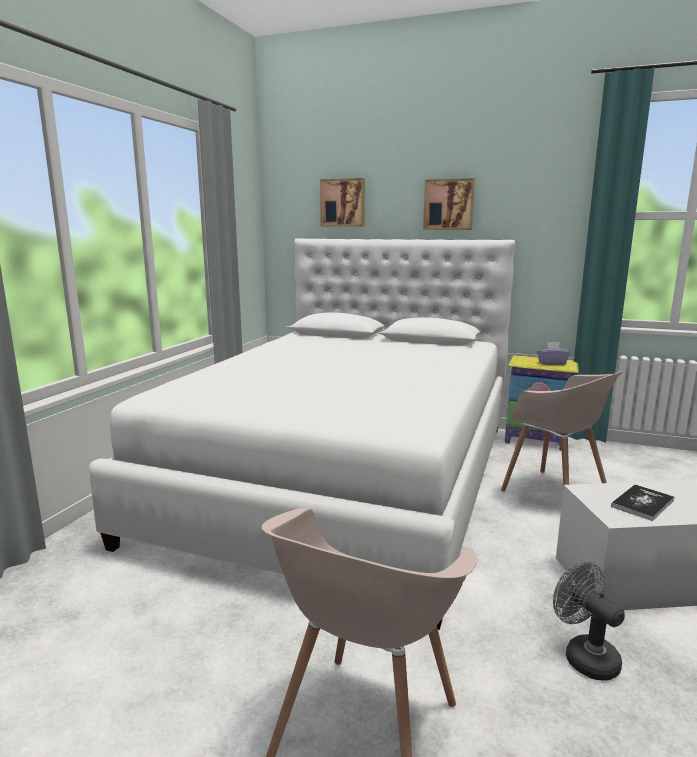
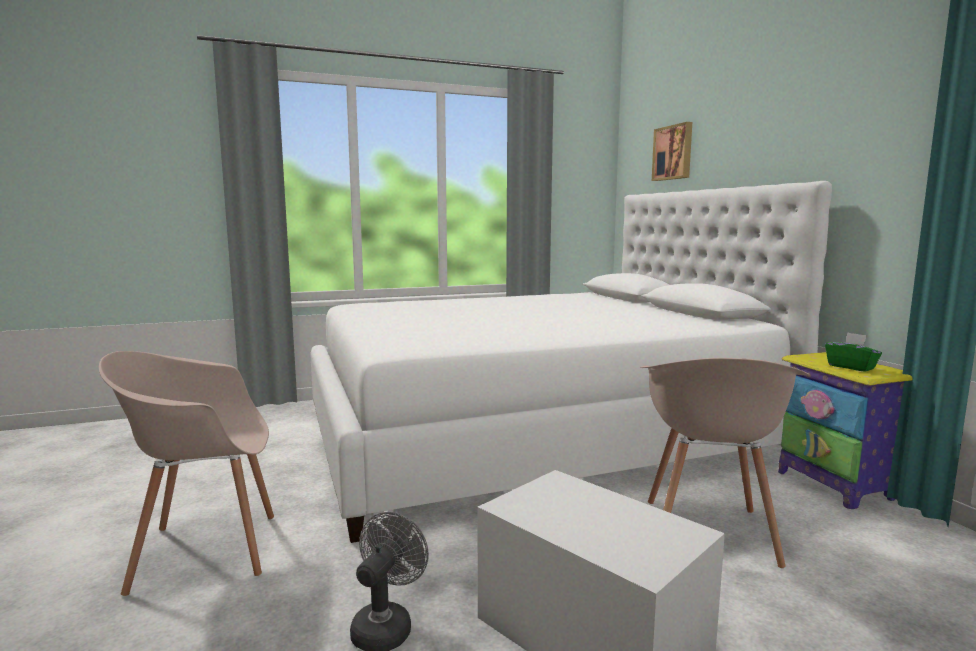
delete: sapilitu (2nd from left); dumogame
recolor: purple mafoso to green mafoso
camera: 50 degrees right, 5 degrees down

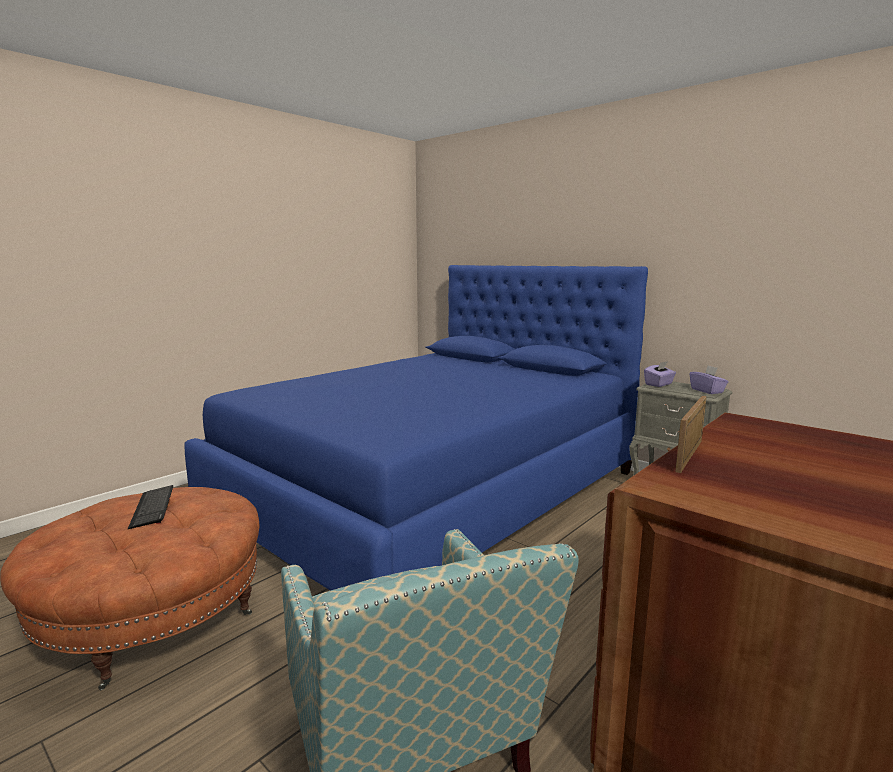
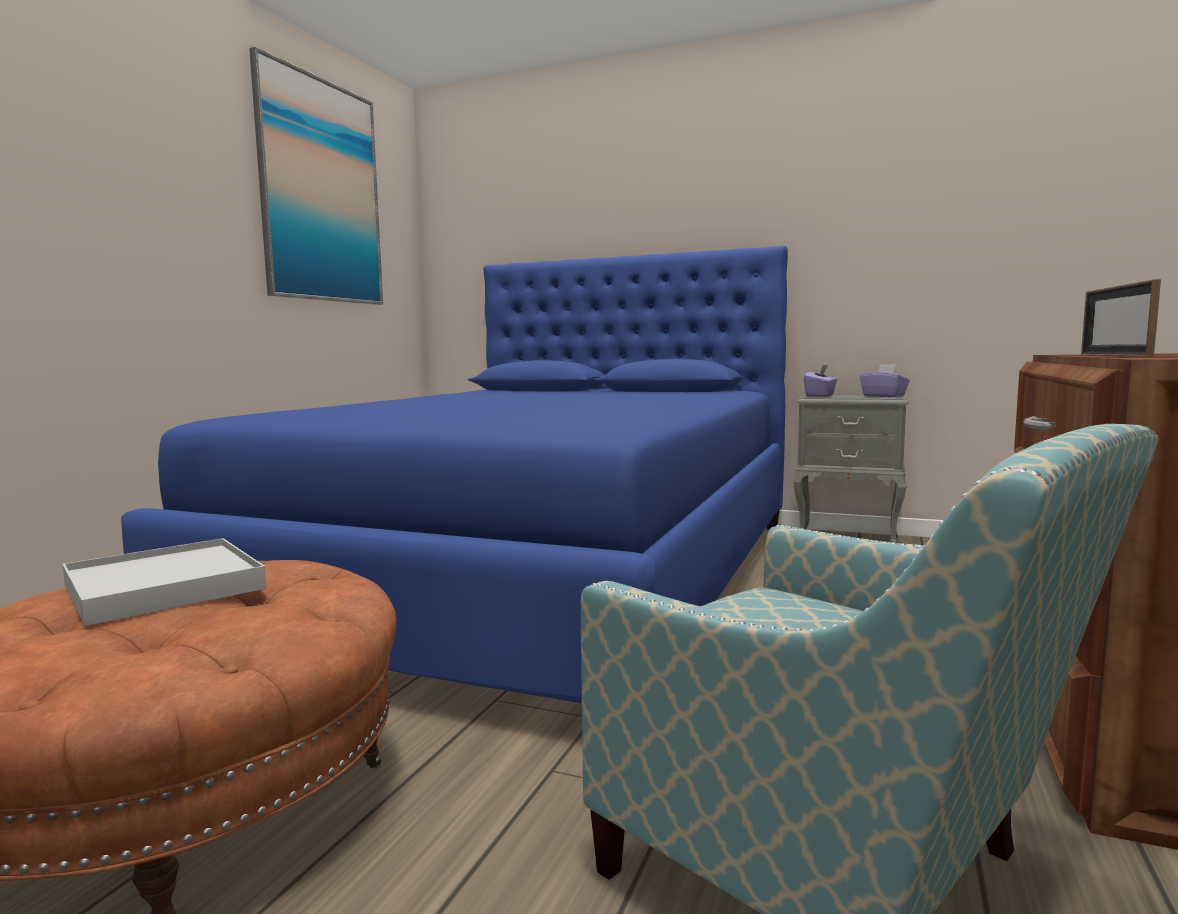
insert: sapilitu
replace: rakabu to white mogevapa
camera: 20 degrees left, 5 degrees down

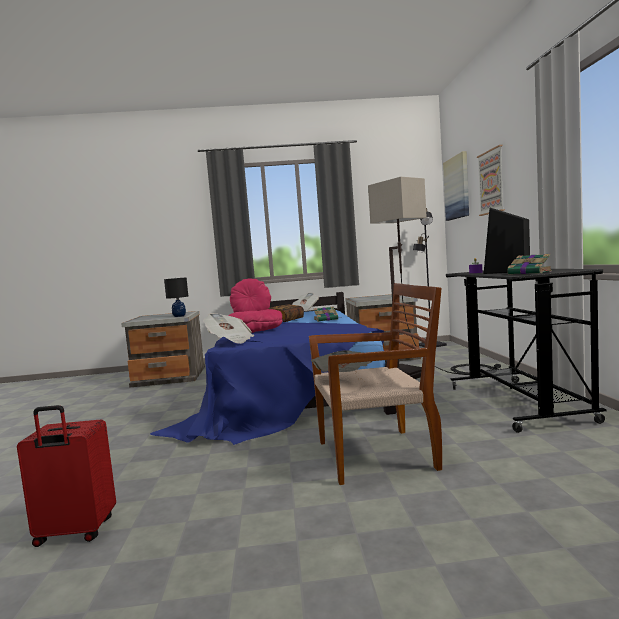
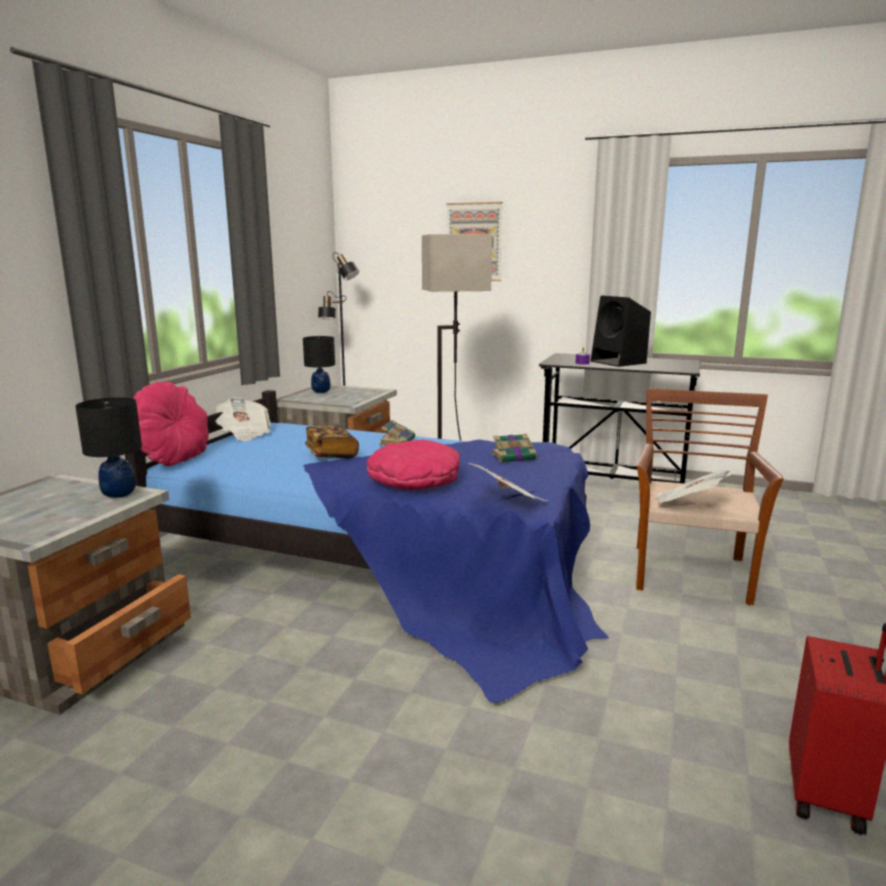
delete: sapilitu (1st from left)
insert: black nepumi (2nd from left)
move: dumogame (3rd from left)
camera: 65 degrees left, 10 degrees up

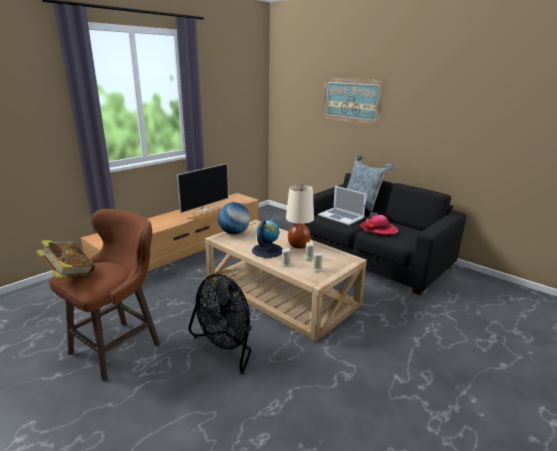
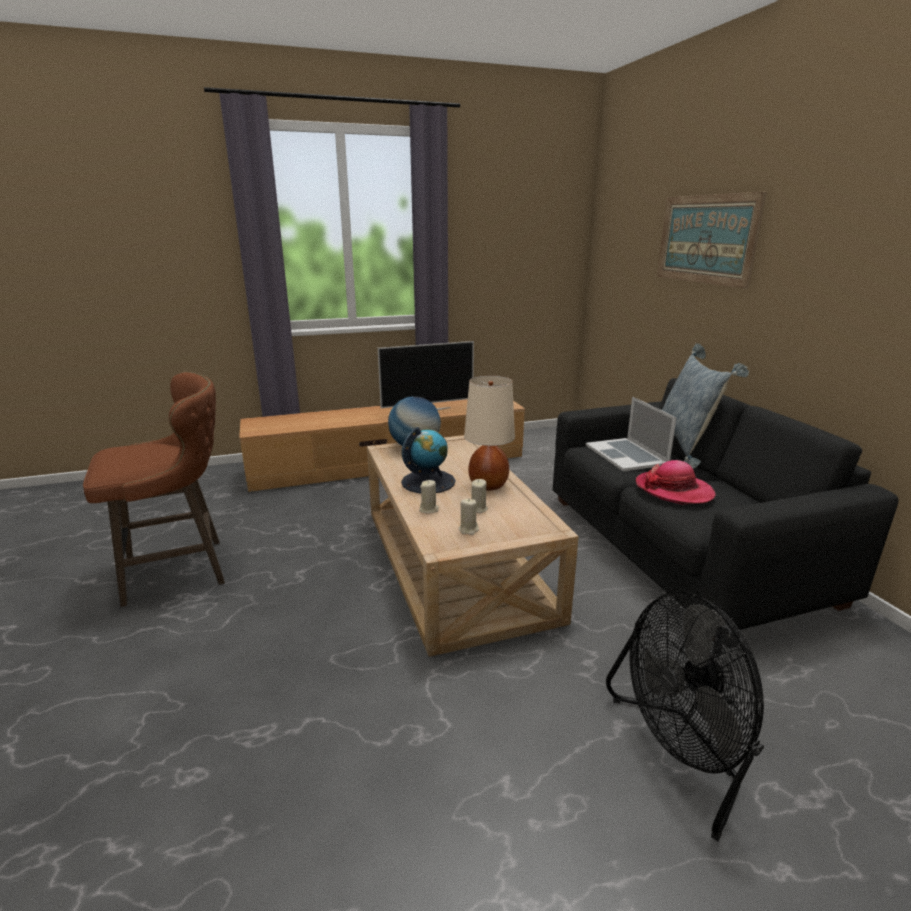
delete: dumogame
move: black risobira
camera: 30 degrees right, 0 degrees up

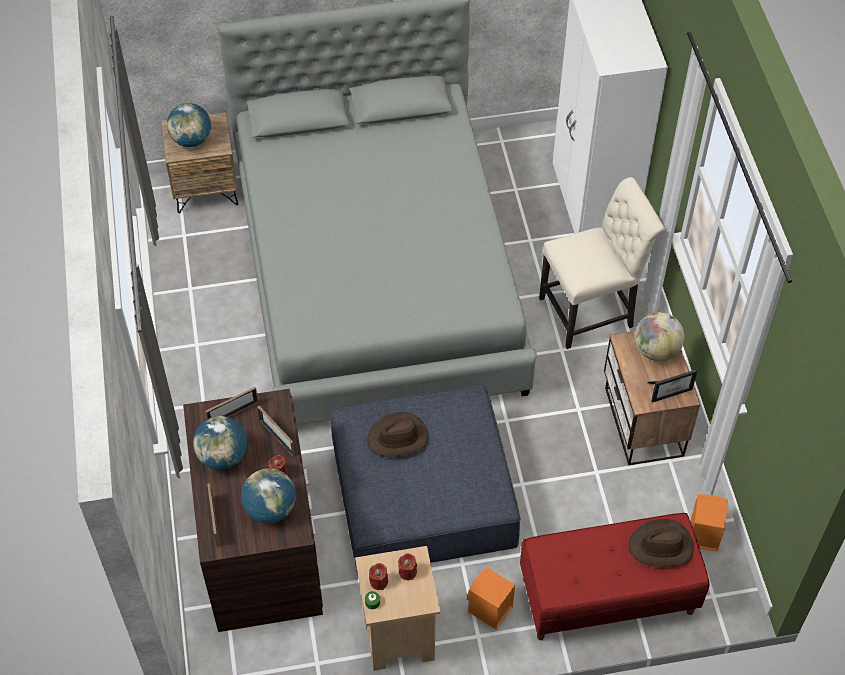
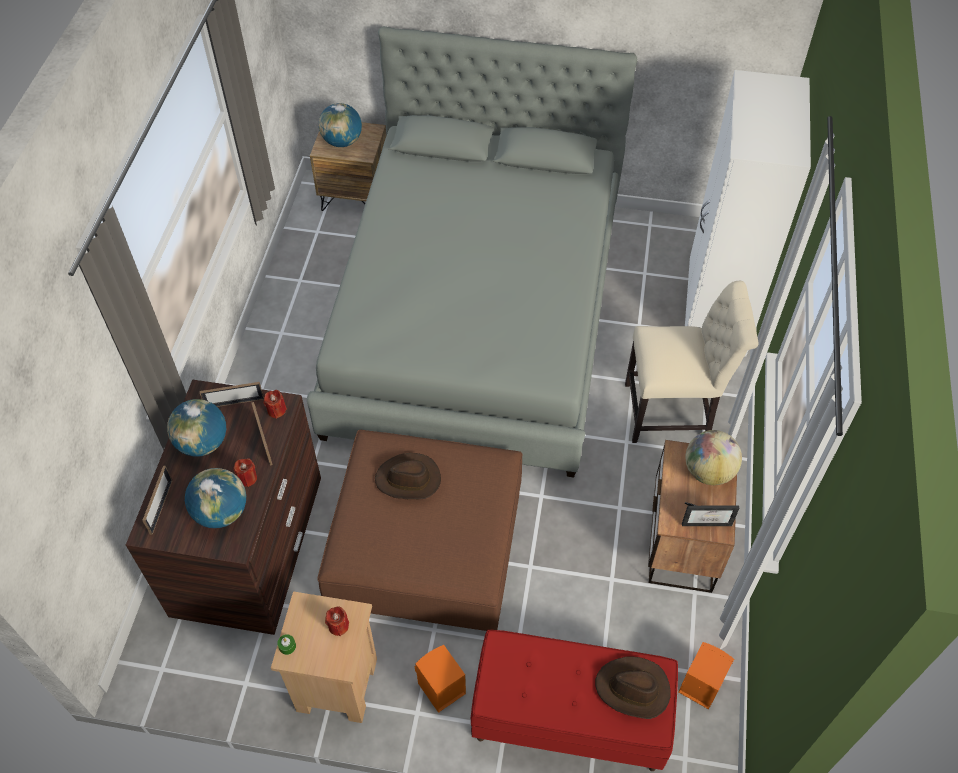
move: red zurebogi (2nd from left)
recolor: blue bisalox to brown bisalox
camera: 20 degrees right, 0 degrees up

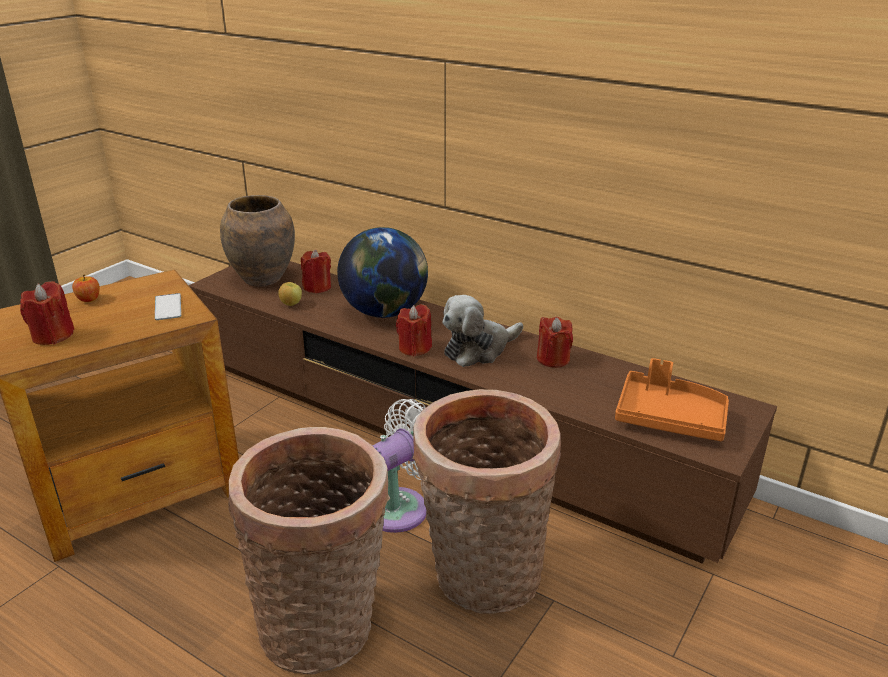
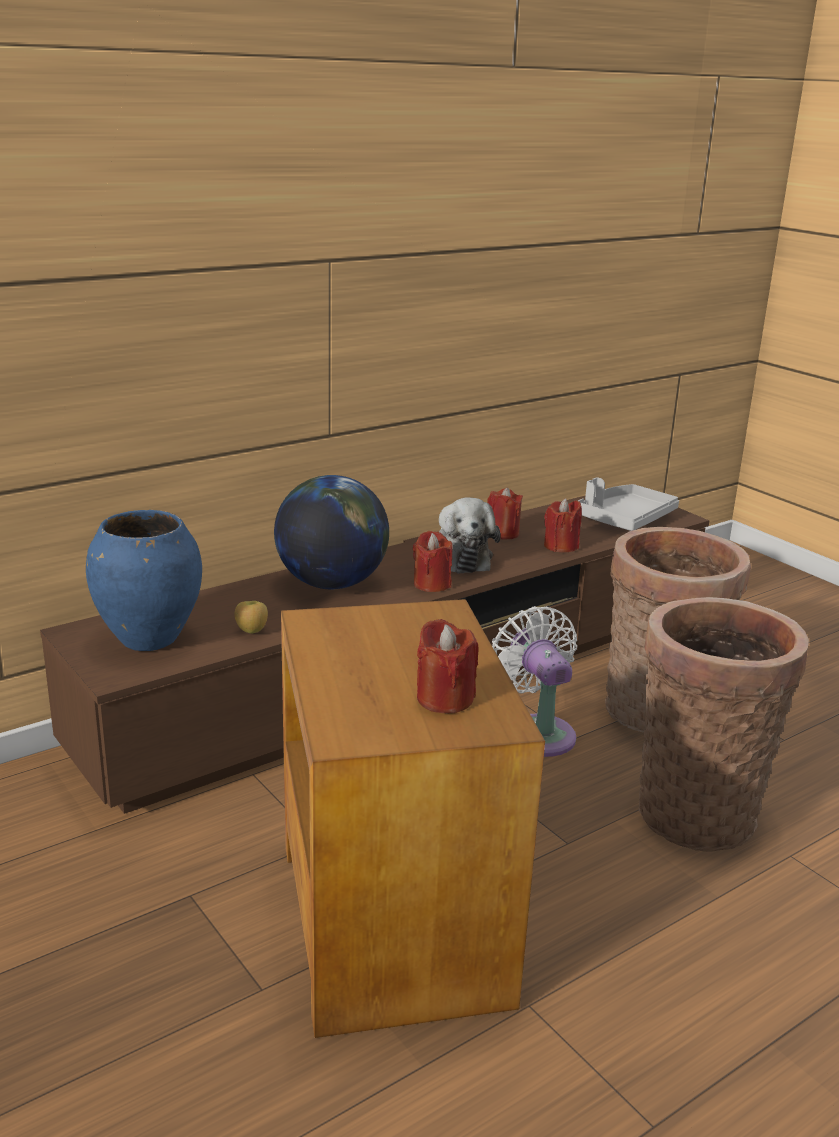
delete: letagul (1st from left); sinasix
move: red zurebogi (2nd from left in the first image) to red zurebogi (4th from left)
recolor: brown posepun to blue posepun; orange mogevapa to grey mogevapa
camera: 70 degrees left, 5 degrees down

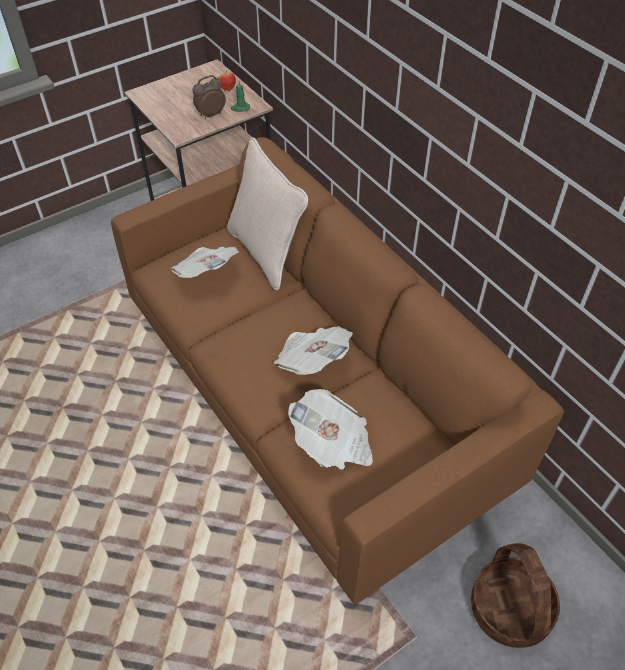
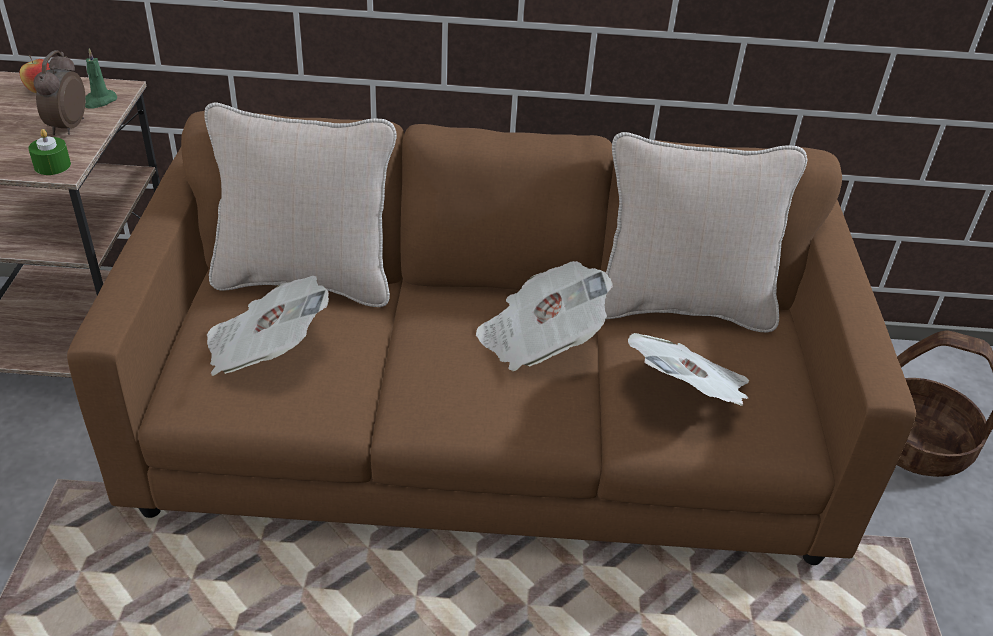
insert: green zurebogi (1st from left); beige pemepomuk (2nd from left)
camera: 55 degrees left, 10 degrees down

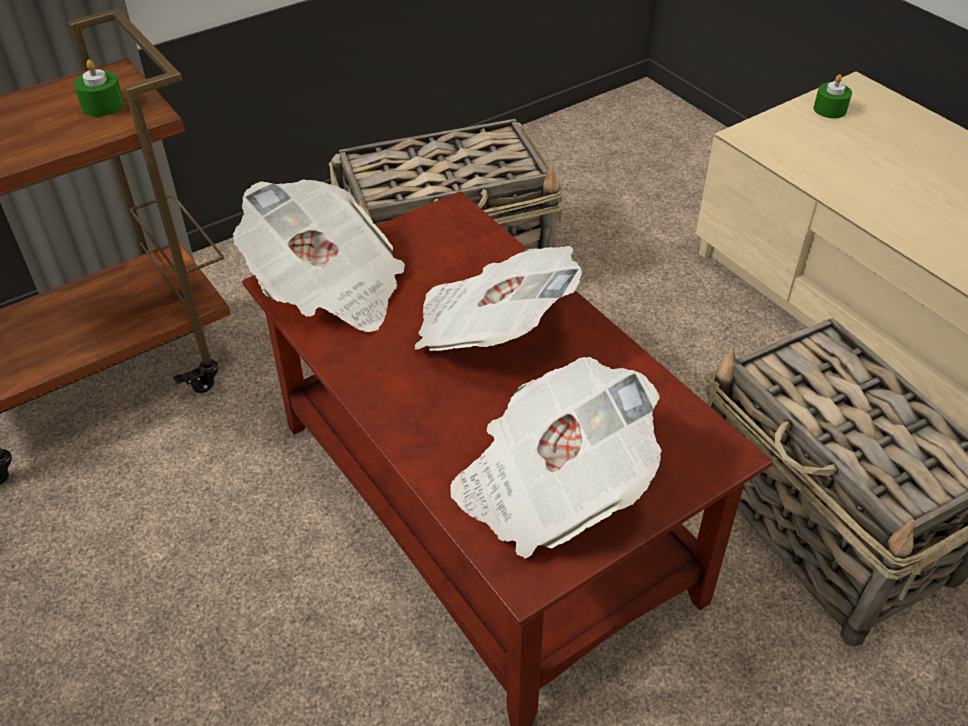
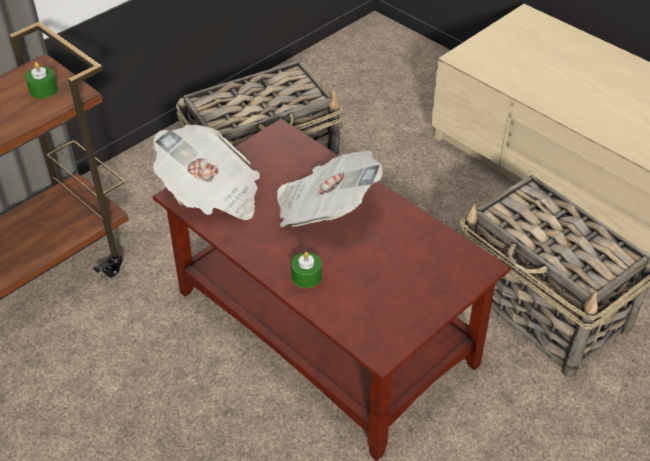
delete: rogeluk (3rd from left)
move: green zurebogi (2nd from left)
camera: 10 degrees left, 0 degrees up

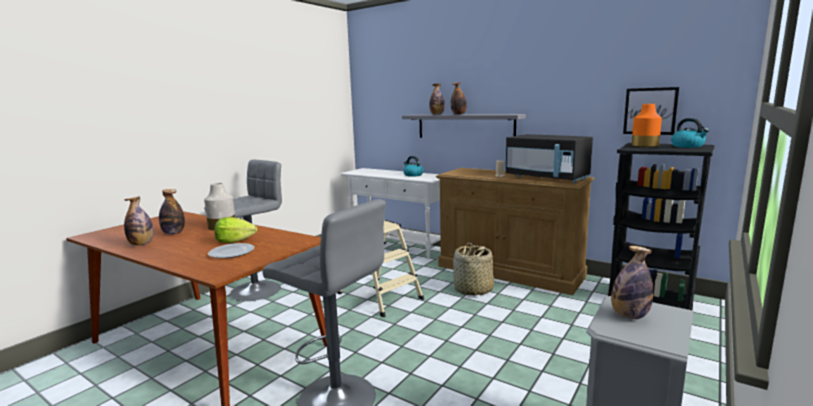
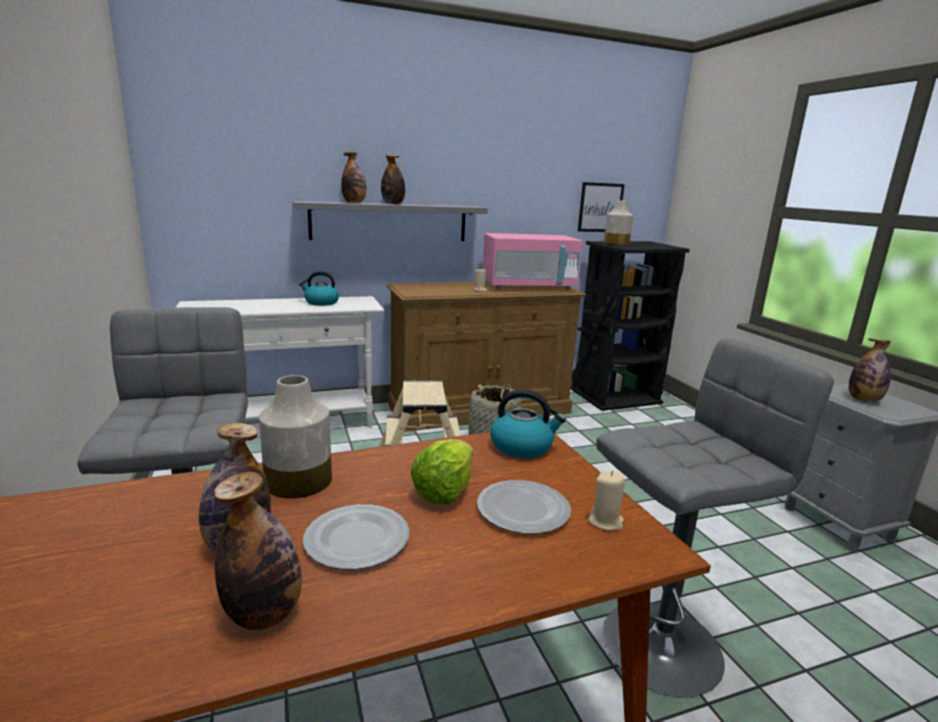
insert: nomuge (1st from left); beige zurebogi (2nd from left)
move: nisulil (2nd from left)
recolor: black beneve to pink beneve; orange posepun to beige posepun (2nd from left)
camera: 55 degrees left, 5 degrees up

